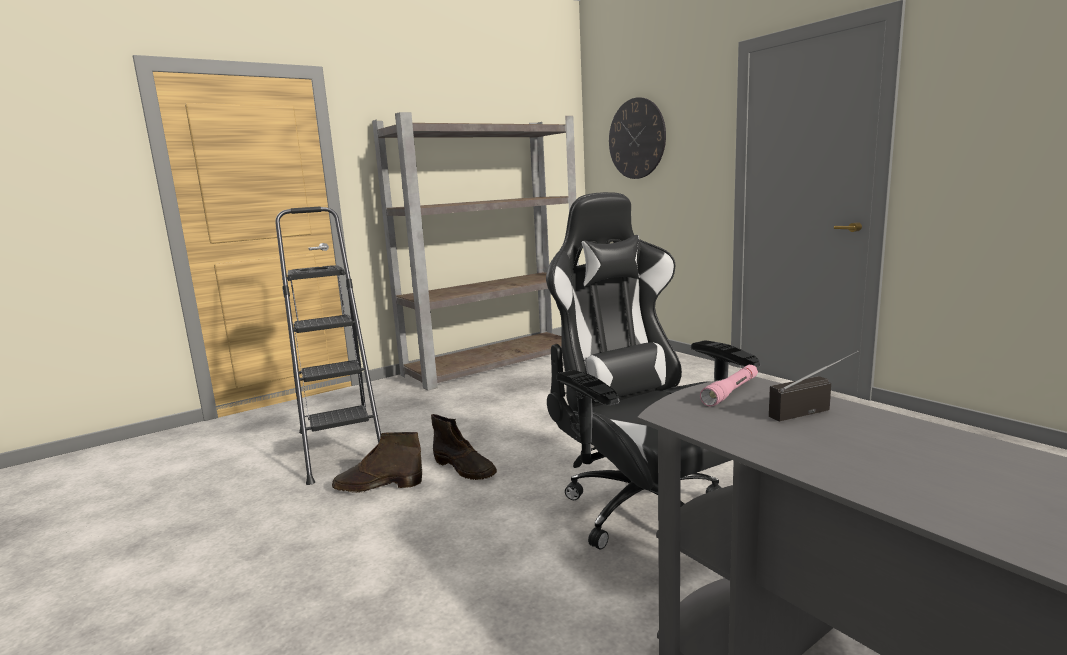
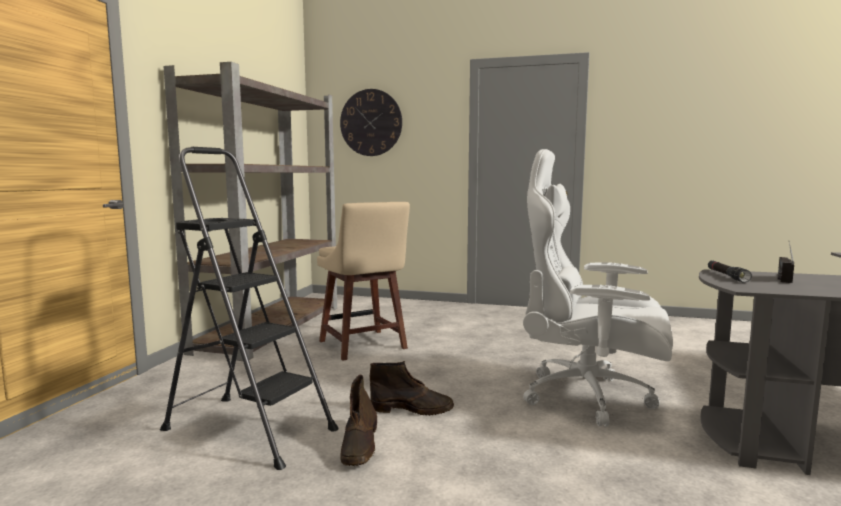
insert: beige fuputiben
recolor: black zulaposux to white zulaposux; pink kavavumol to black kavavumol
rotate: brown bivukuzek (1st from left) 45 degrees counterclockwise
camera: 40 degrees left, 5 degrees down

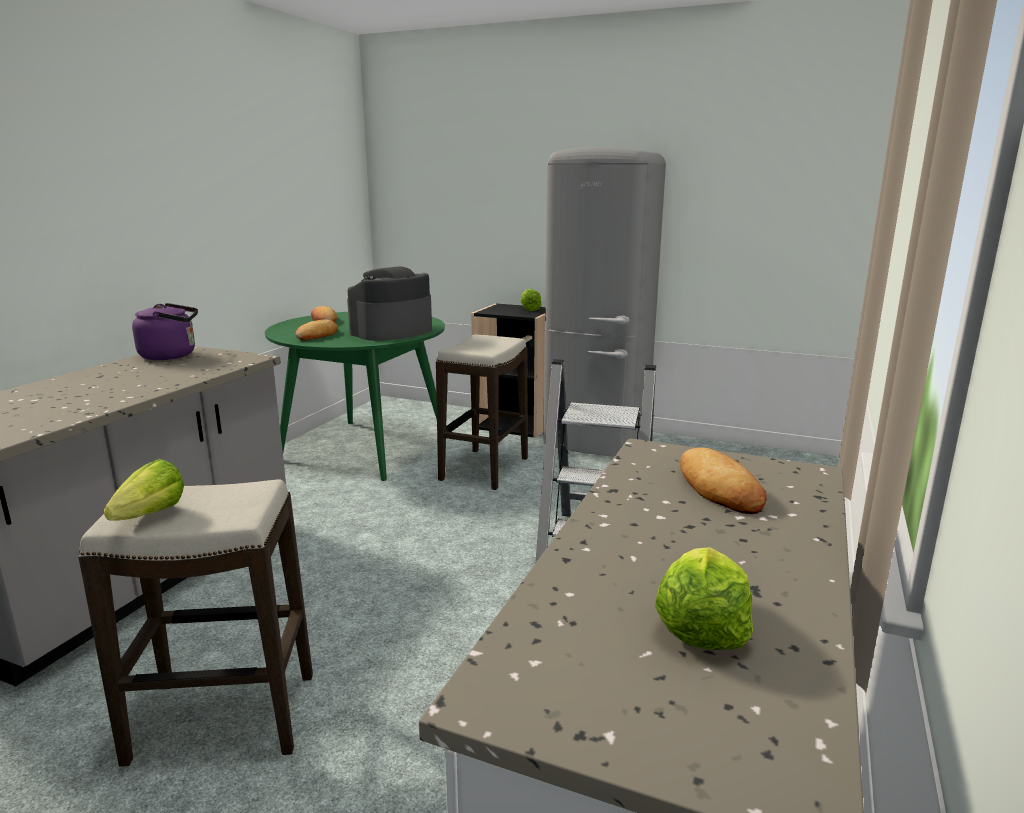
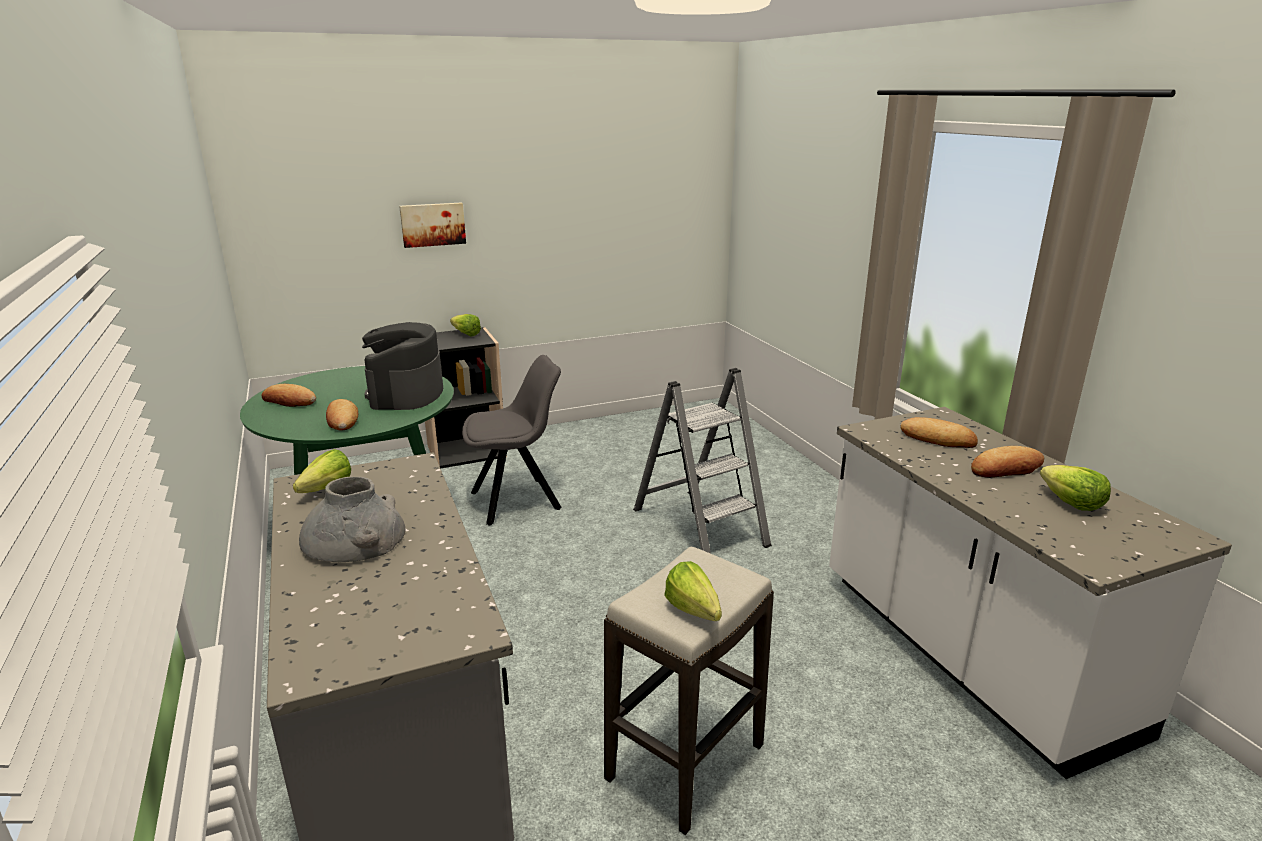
delete: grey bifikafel
insert: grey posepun; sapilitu; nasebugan (4th from left)
replace: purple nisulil to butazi (1st from left); fuputiben (2nd from left) to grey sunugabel
camera: 45 degrees left, 5 degrees up

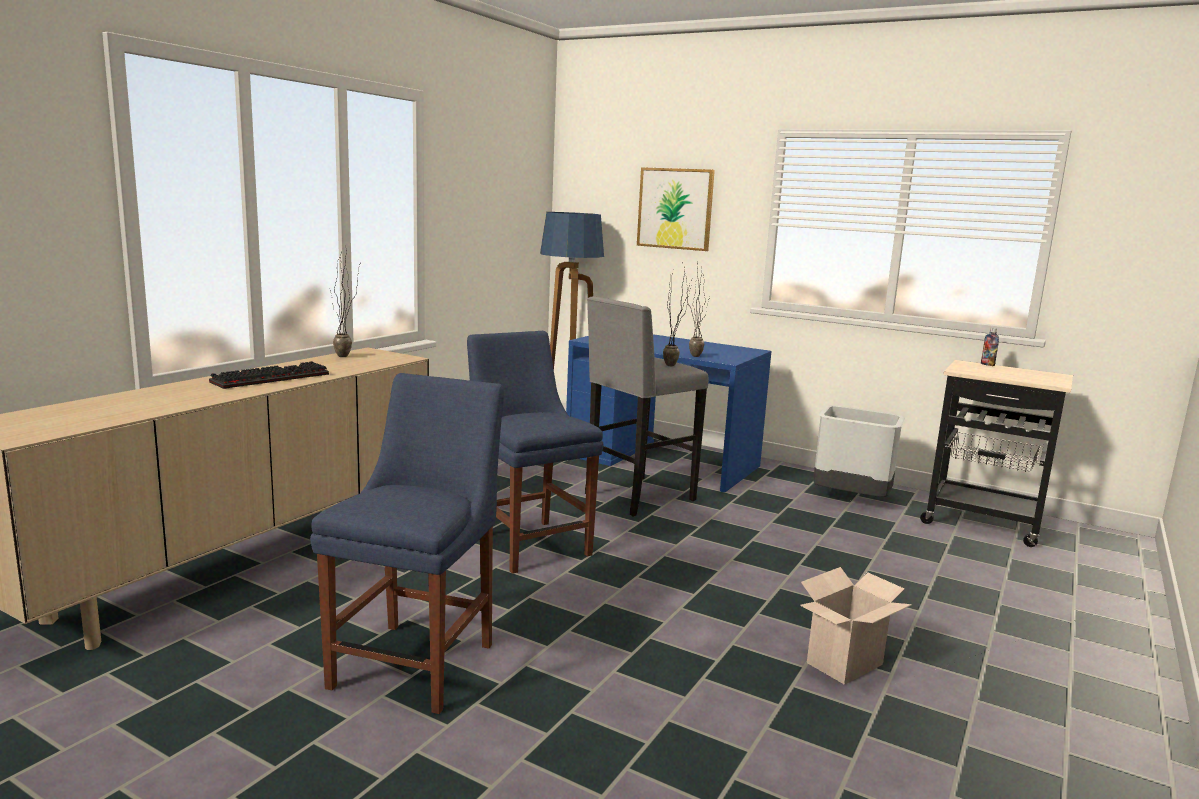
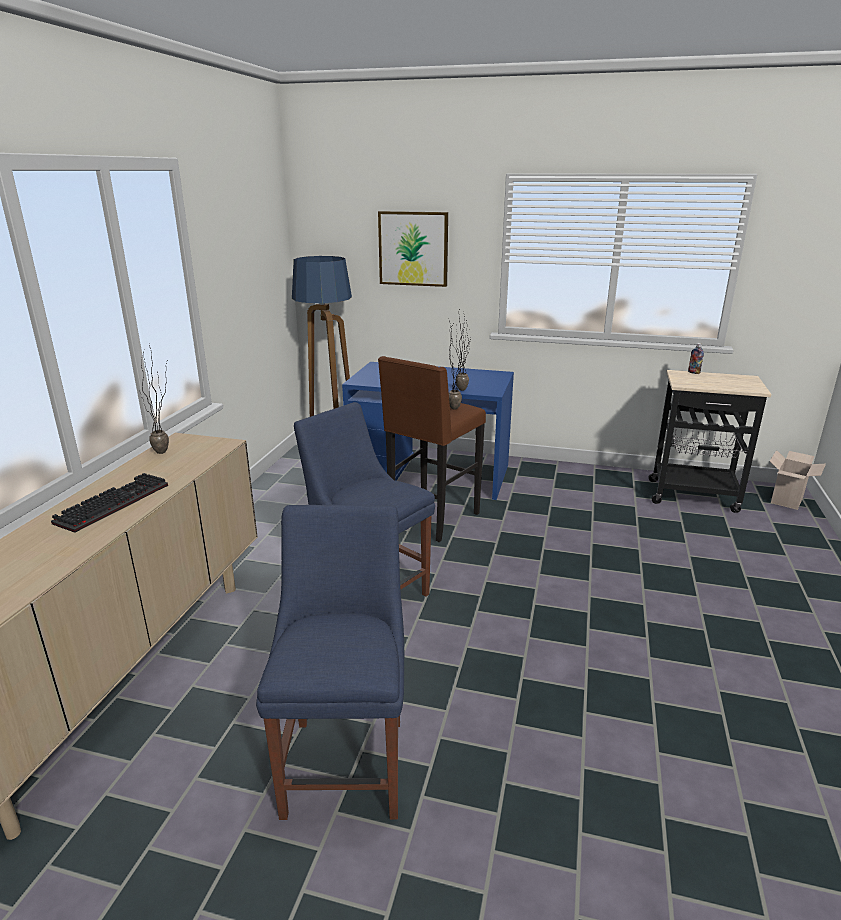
delete: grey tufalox
move: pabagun
recolor: grey fuputiben to brown fuputiben
camera: 15 degrees left, 10 degrees up

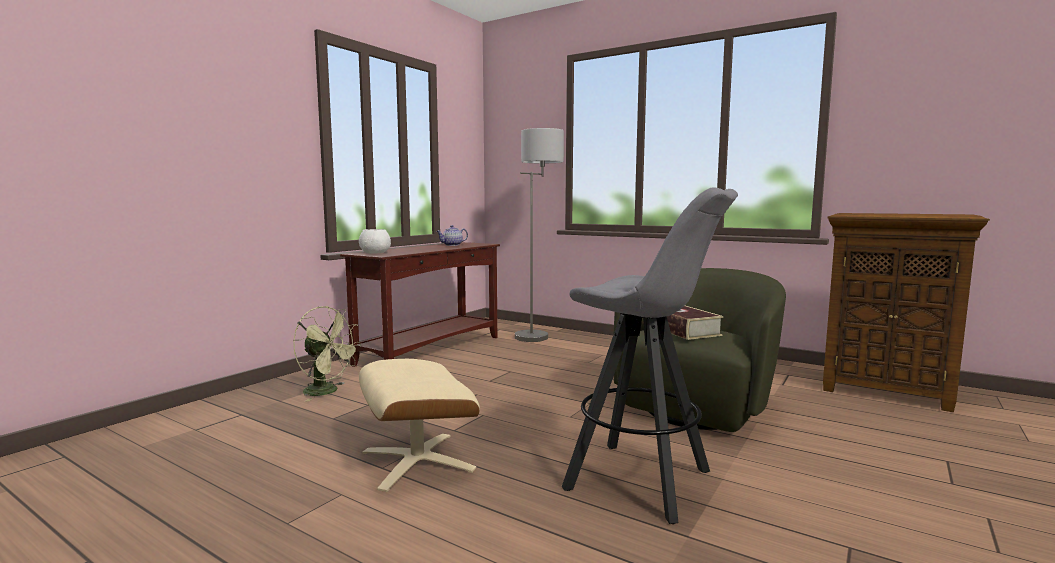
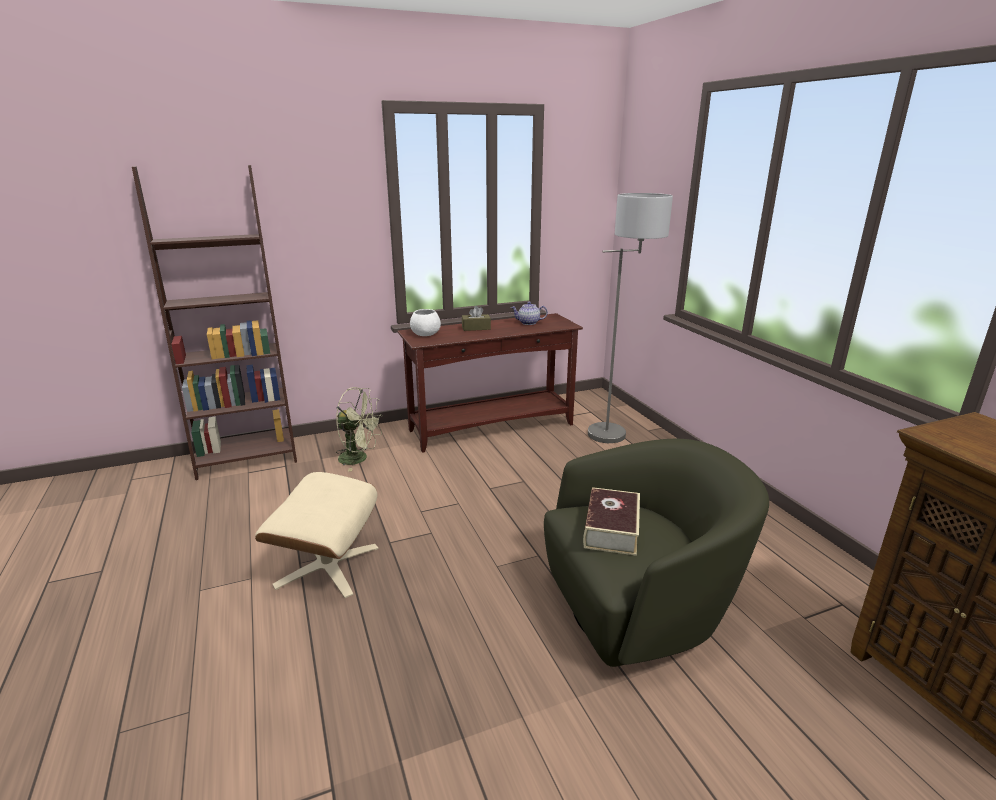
delete: grey fuputiben
insert: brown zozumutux; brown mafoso
rotate: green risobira 45 degrees counterclockwise
camera: 35 degrees right, 15 degrees up

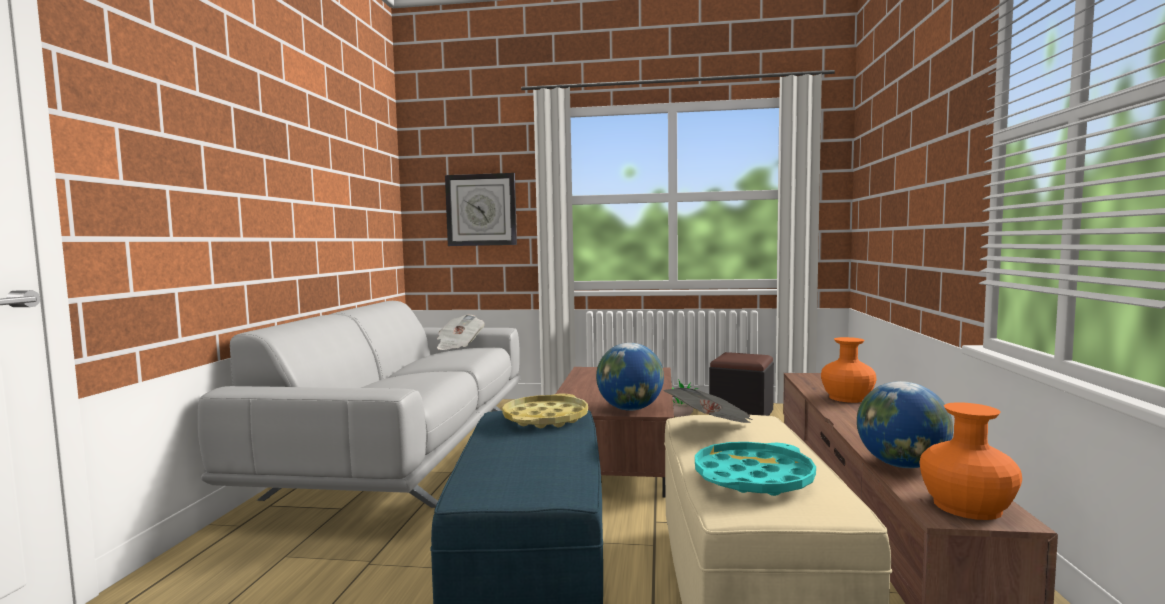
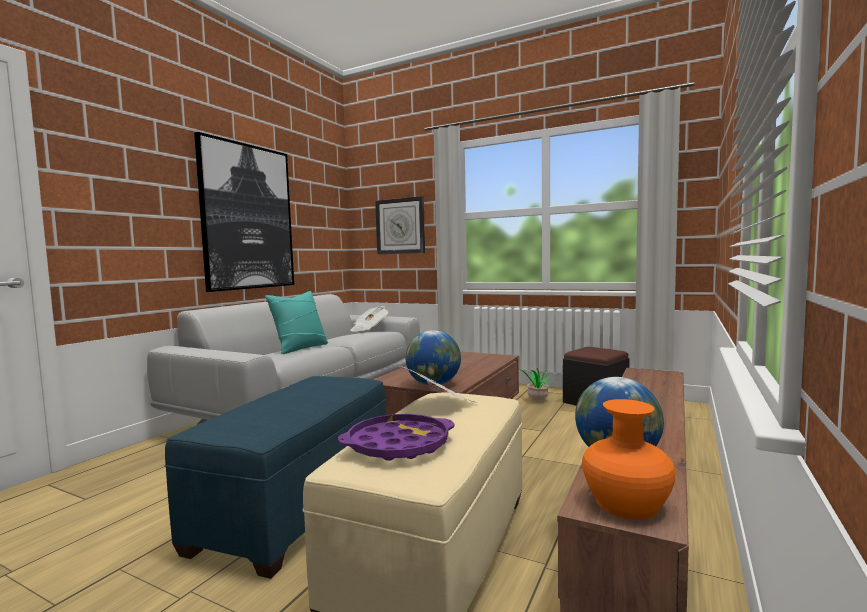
delete: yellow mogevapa; orange posepun (1st from left)
insert: sapilitu; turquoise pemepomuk
recolor: turquoise mogevapa to purple mogevapa
camera: 20 degrees right, 0 degrees up

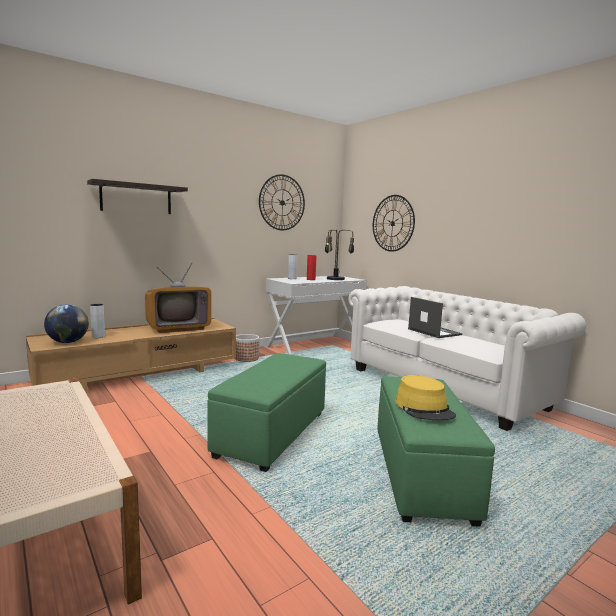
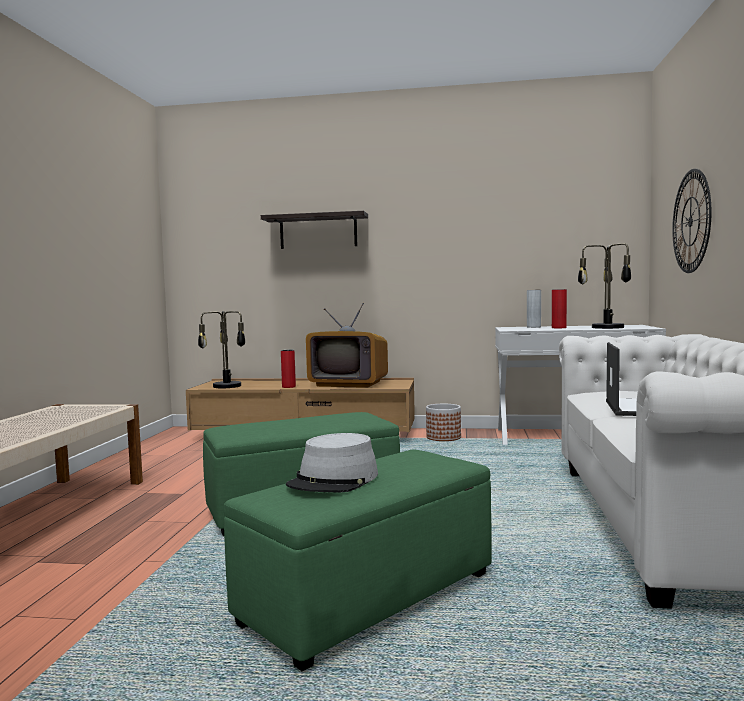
delete: grey posepun (1st from left); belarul (1st from left)
insert: red posepun (1st from left)
replace: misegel to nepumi (1st from left)
recolor: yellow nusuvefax to grey nusuvefax
camera: 45 degrees right, 5 degrees down

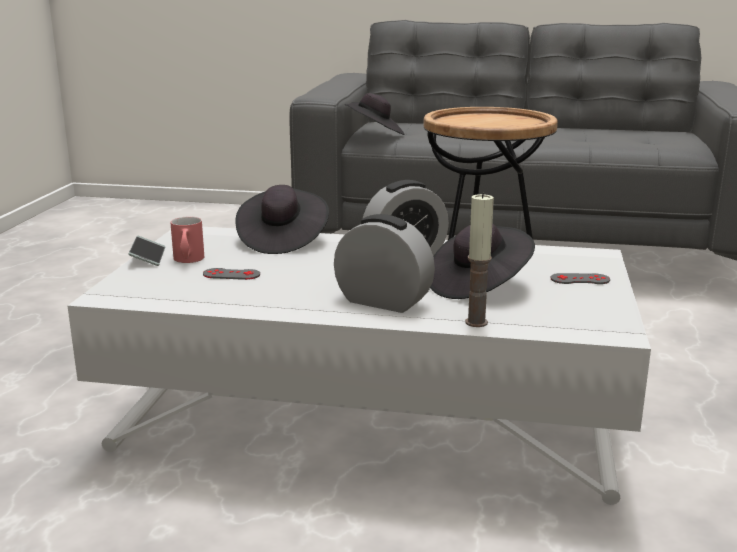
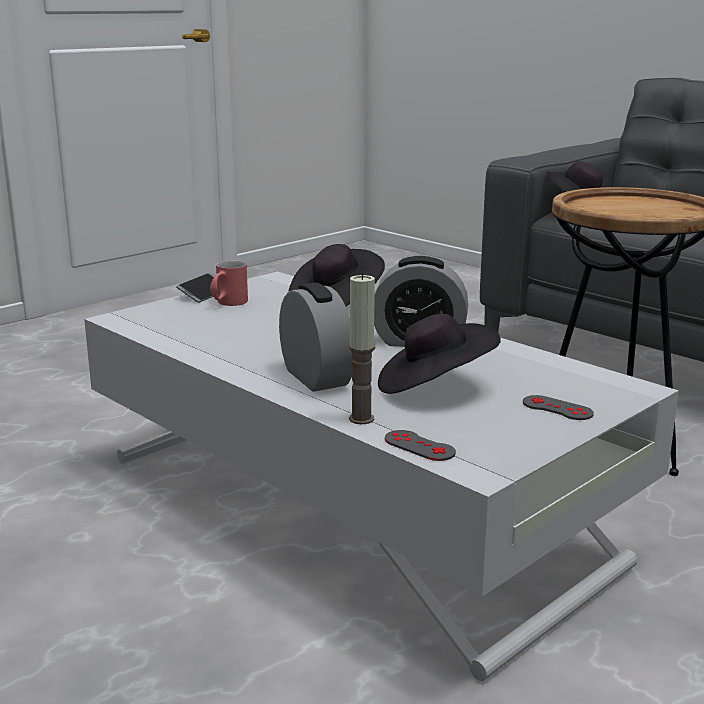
move: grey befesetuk (1st from left)
camera: 35 degrees right, 0 degrees up

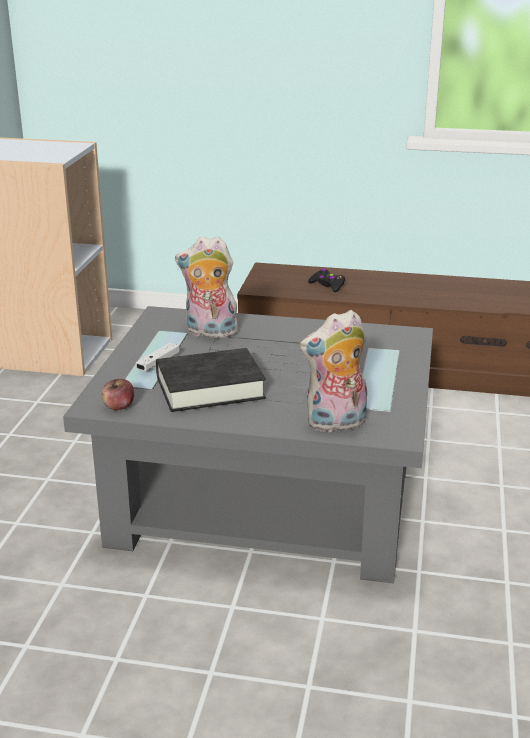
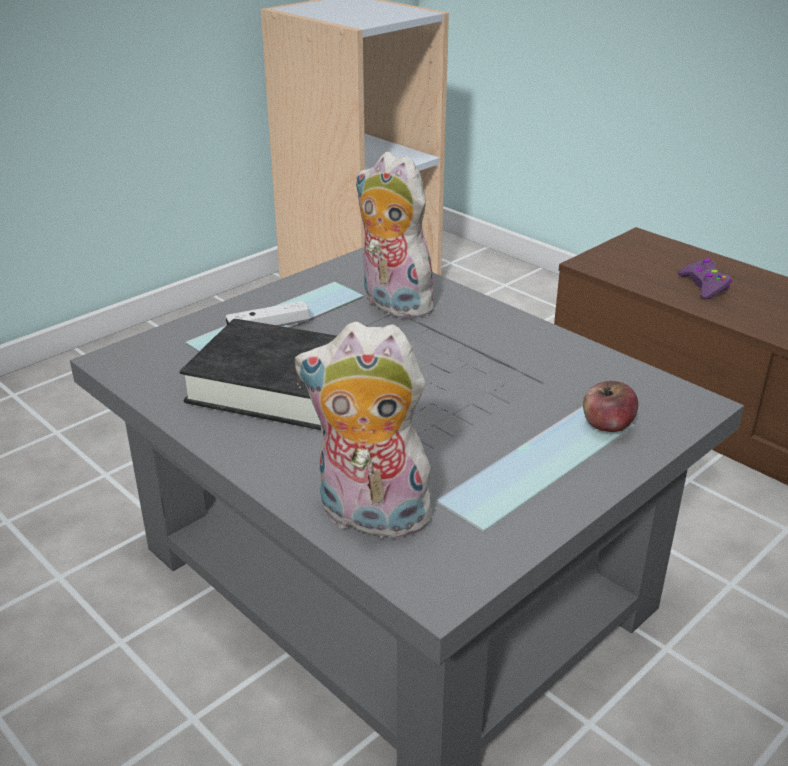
move: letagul
recolor: black befesetuk to purple befesetuk
camera: 35 degrees right, 5 degrees up

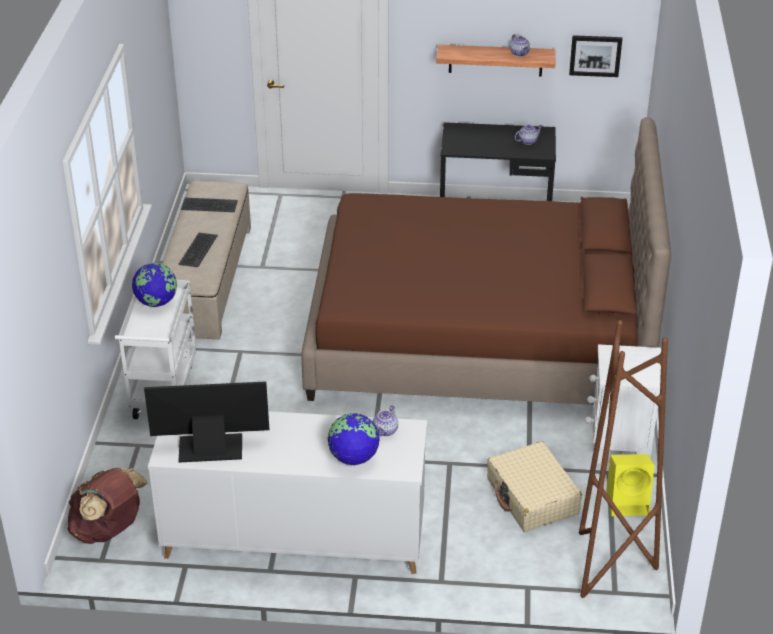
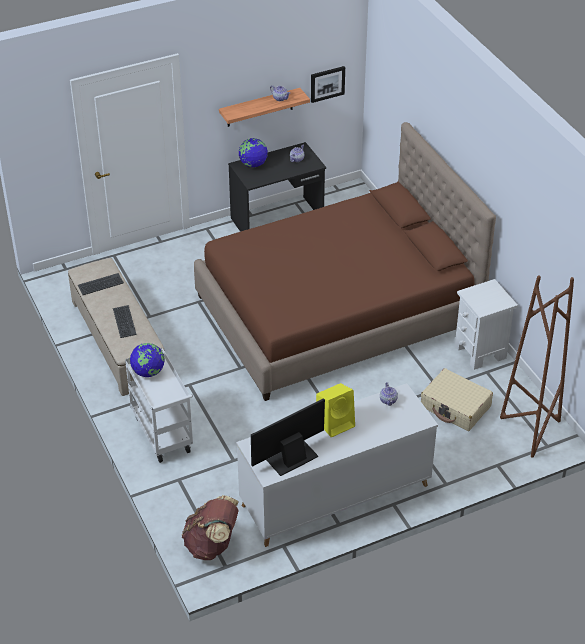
move: misegel (2nd from left); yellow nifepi
camera: 30 degrees left, 5 degrees up

